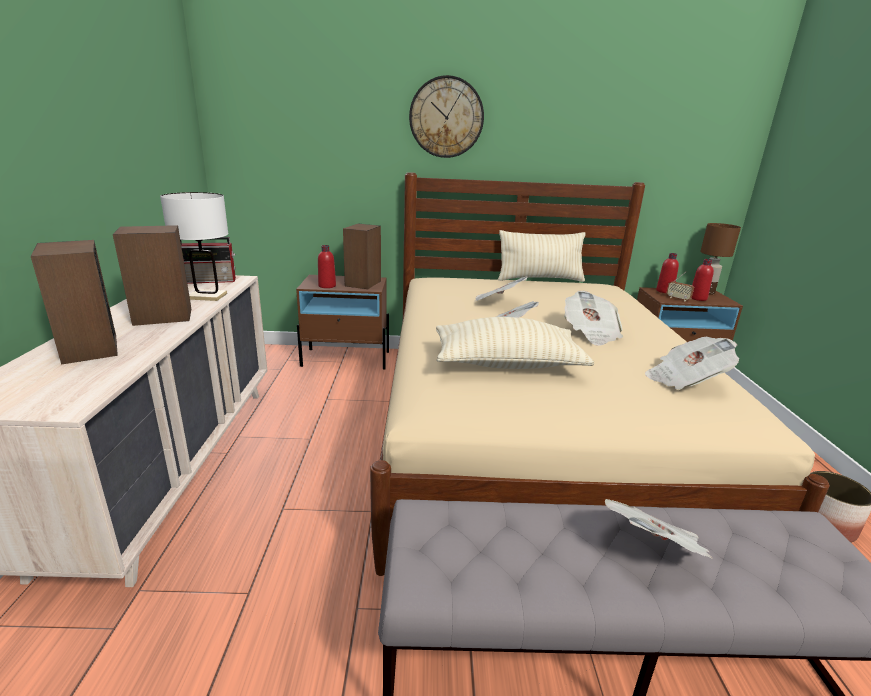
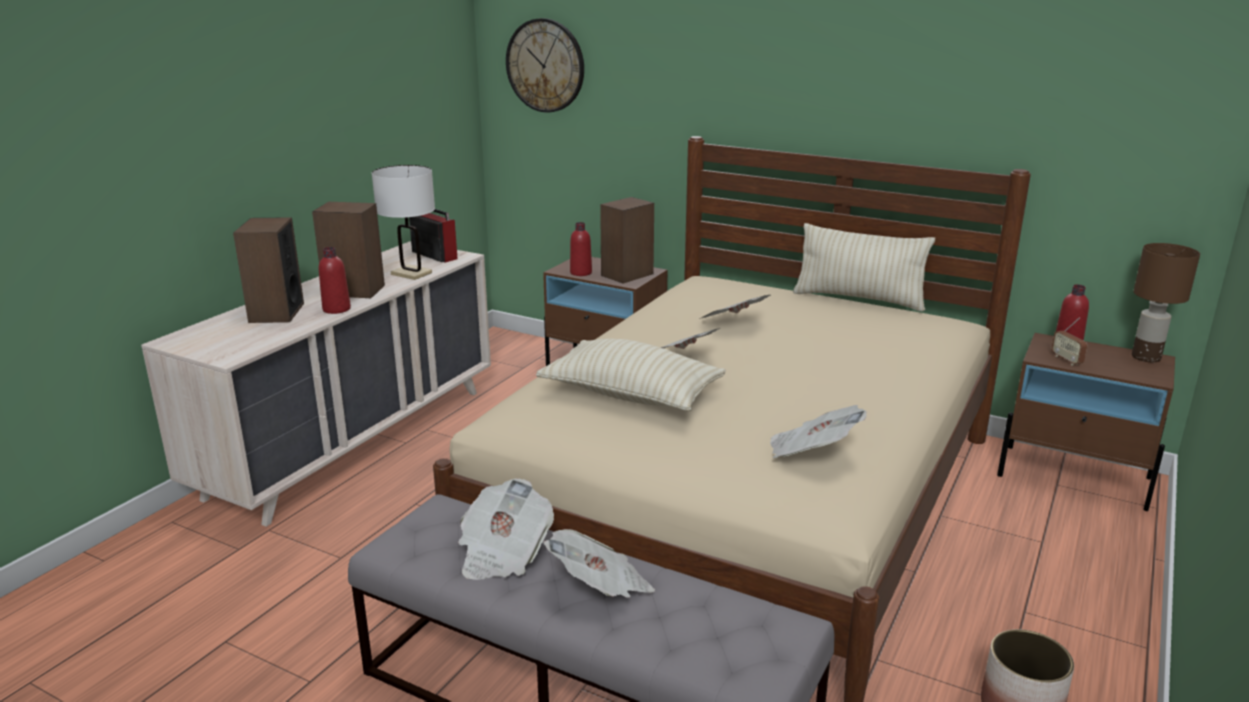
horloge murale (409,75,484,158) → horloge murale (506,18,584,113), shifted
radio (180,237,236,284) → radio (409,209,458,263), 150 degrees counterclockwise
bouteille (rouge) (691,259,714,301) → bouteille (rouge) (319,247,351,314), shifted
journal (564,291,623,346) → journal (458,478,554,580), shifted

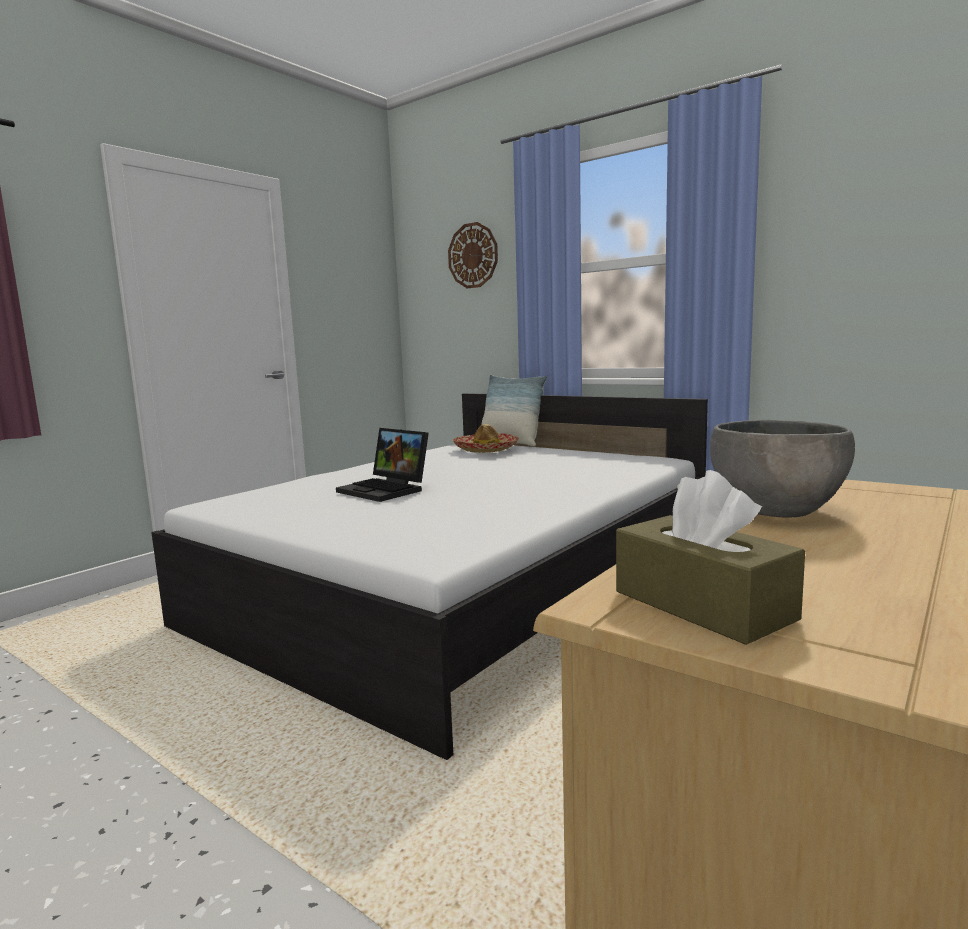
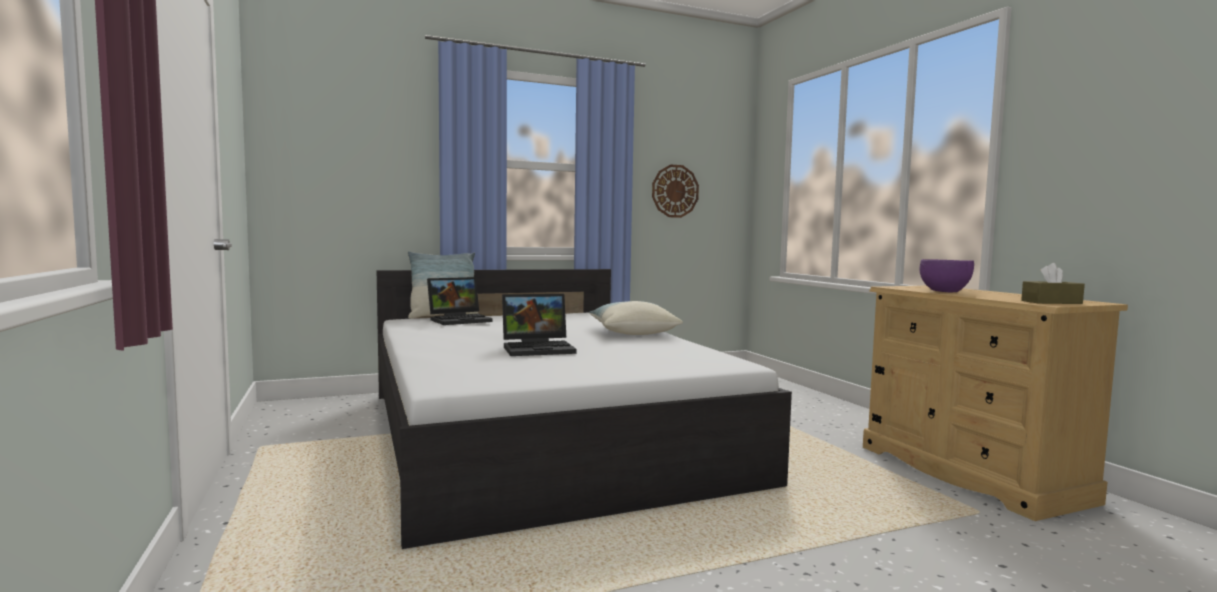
horloge murale (448,222,498,288) → horloge murale (652,164,699,218), shifted
bol (gris) (710,420,855,518) → bol (violet) (920,259,974,292)
chapeau (453,424,519,453) → ordinateur portable (427,277,493,325)
- → coussin (589,301,683,335)

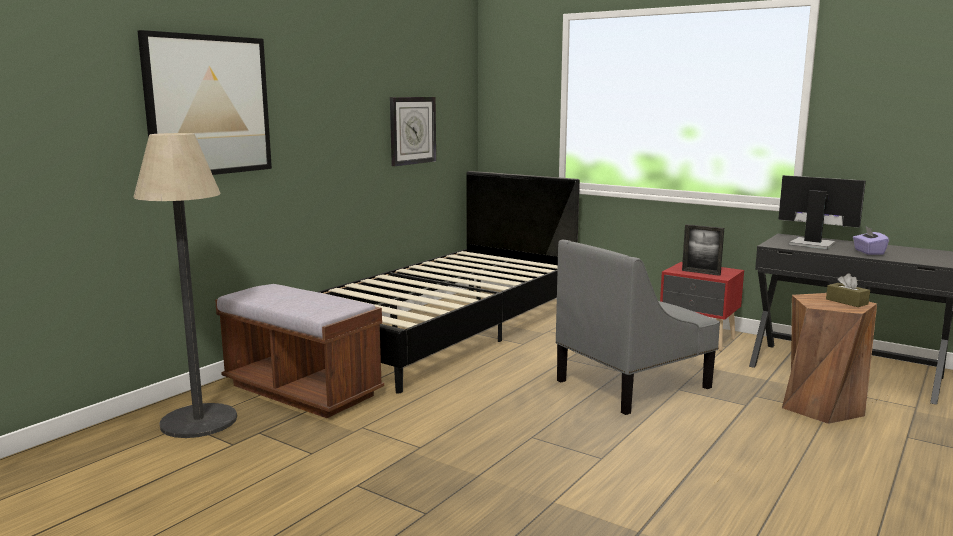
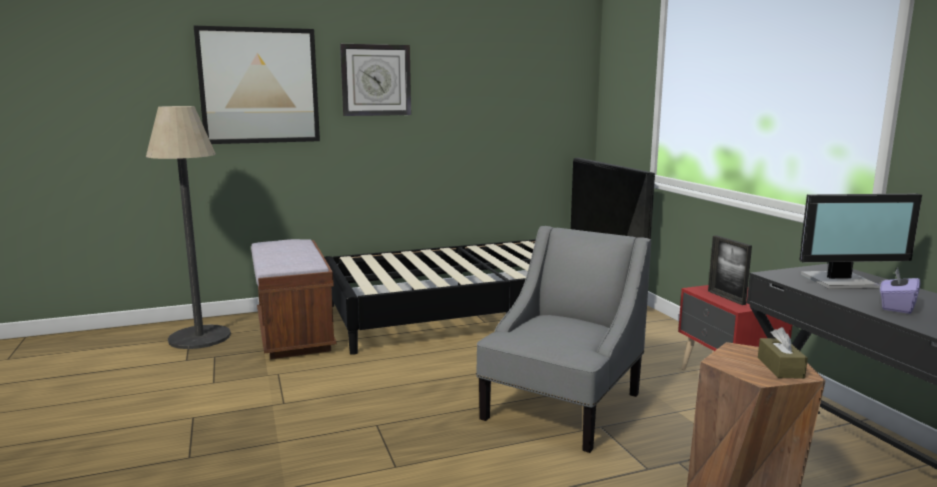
horloge murale (390,97,436,166) → horloge murale (340,44,411,116), shifted
écran d'ordinateur (778,175,866,249) → écran d'ordinateur (799,194,922,289), 105 degrees clockwise
fauteuil (gris) (556,240,720,415) → fauteuil (gris) (476,226,651,453), 120 degrees clockwise

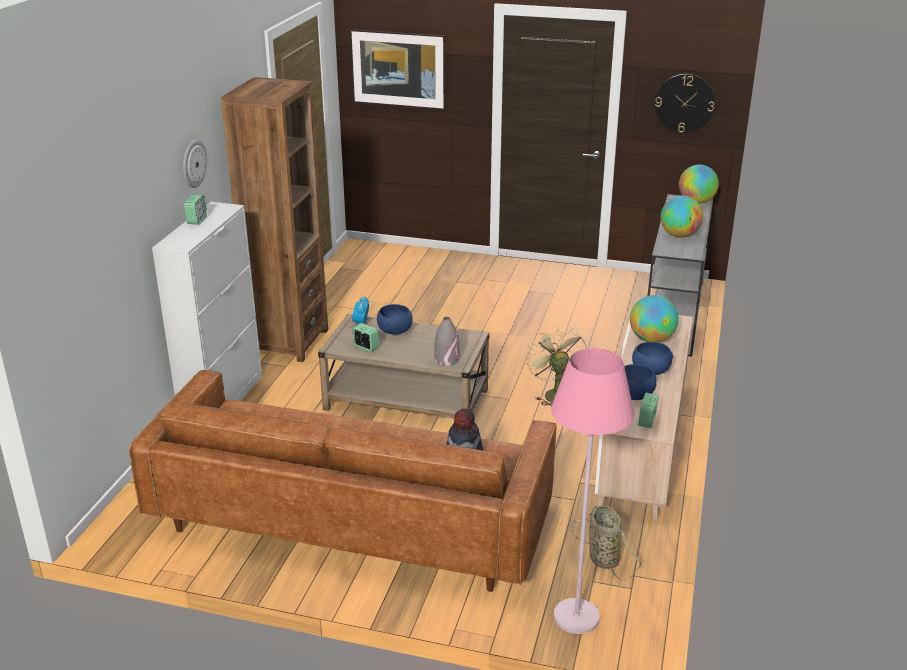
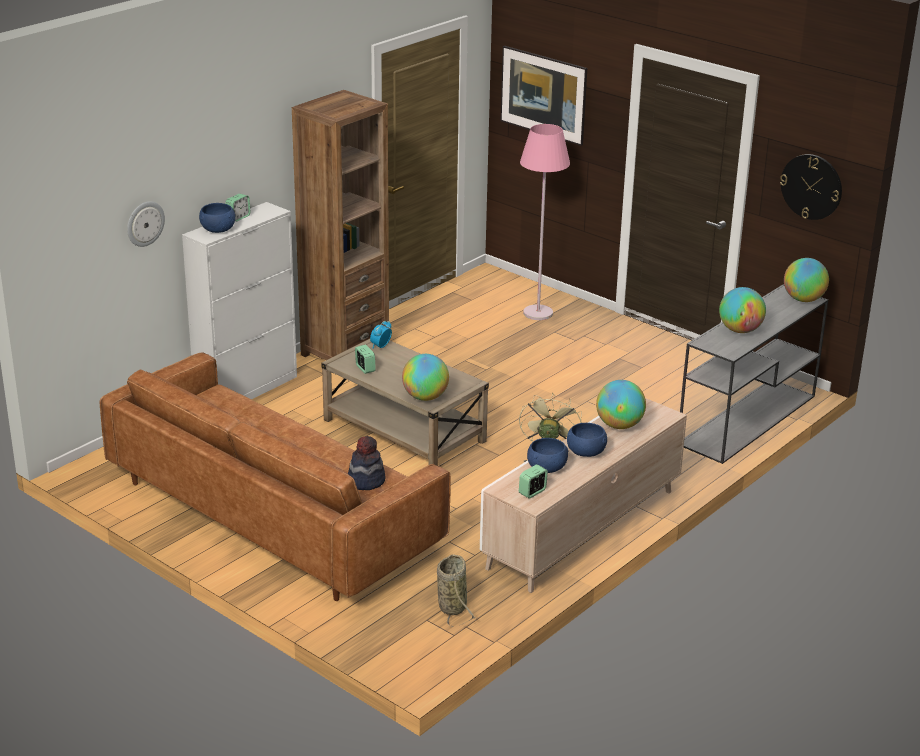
horloge murale (183,140,207,188) → horloge murale (127,201,165,247), shifted
bol (bleu) (377,304,413,335) → bol (bleu) (199,203,235,233), shifted
vase (gris) (435,317,459,366) → globe (402,354,449,401)
lampadaire (rose) (551,348,634,634) → lampadaire (rose) (520,124,570,320), shifted

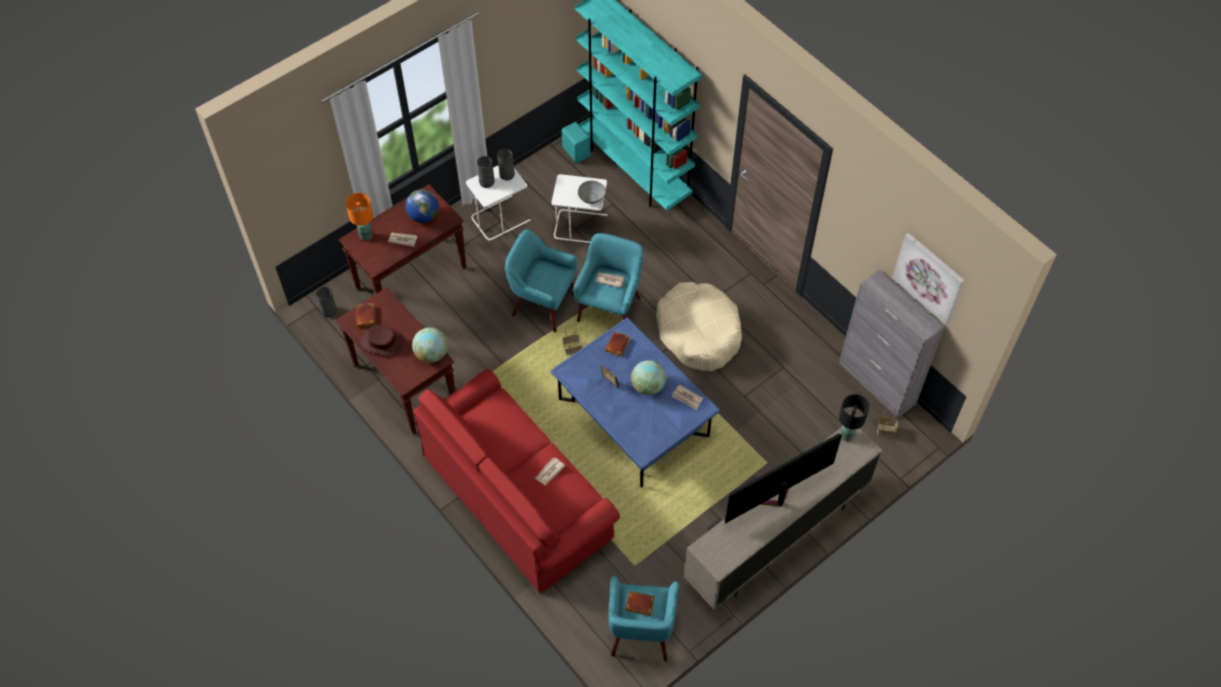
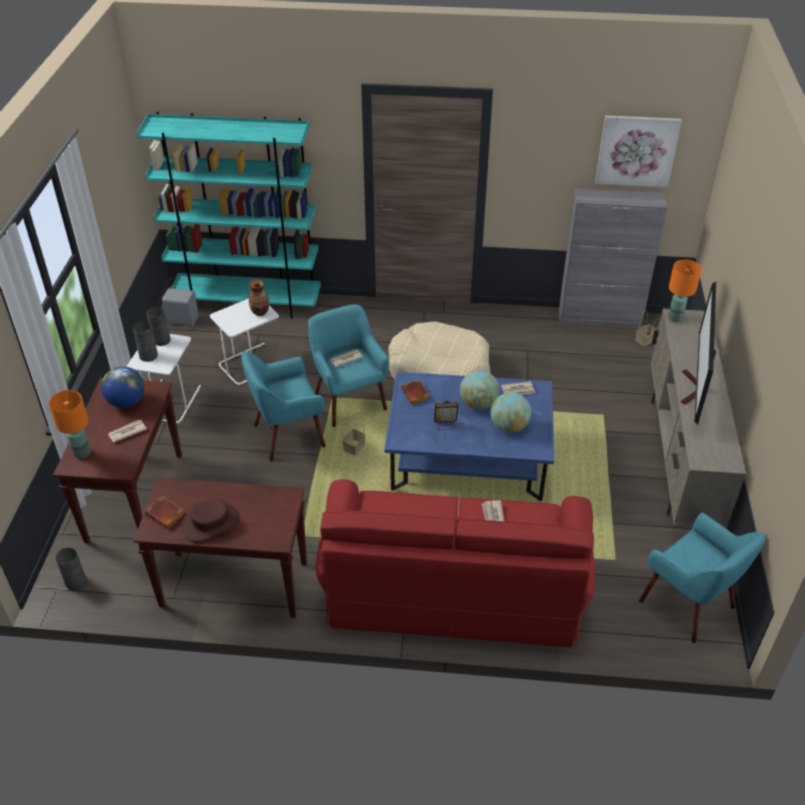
enceinte (turquoise) (562,122,591,163) → enceinte (gris) (162,288,199,327)
bol (gris) (578,180,606,204) → vase (249,279,269,316)
globe (412,327,448,363) → globe (491,392,531,433), shifted
lampe de table (noir) (839,394,869,441) → lampe de table (orange) (668,260,702,322)
livre (marron) (625,591,655,616) → -

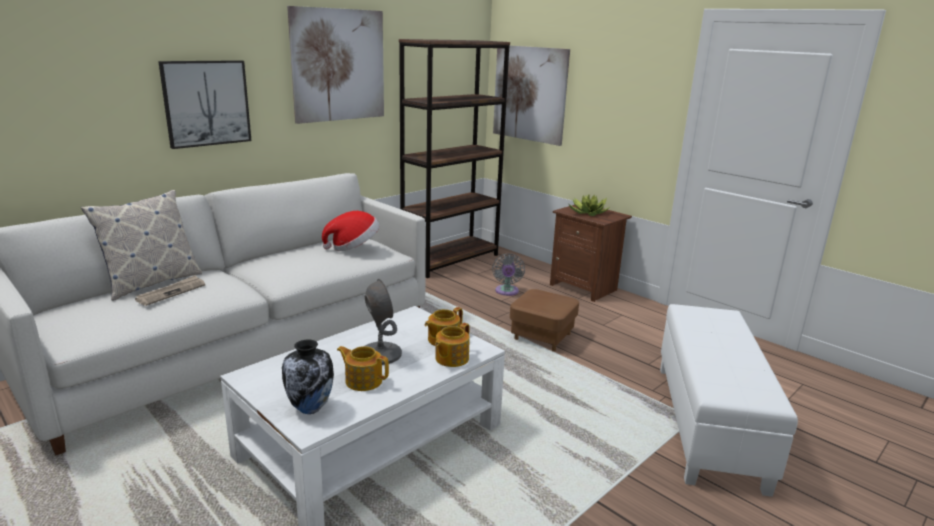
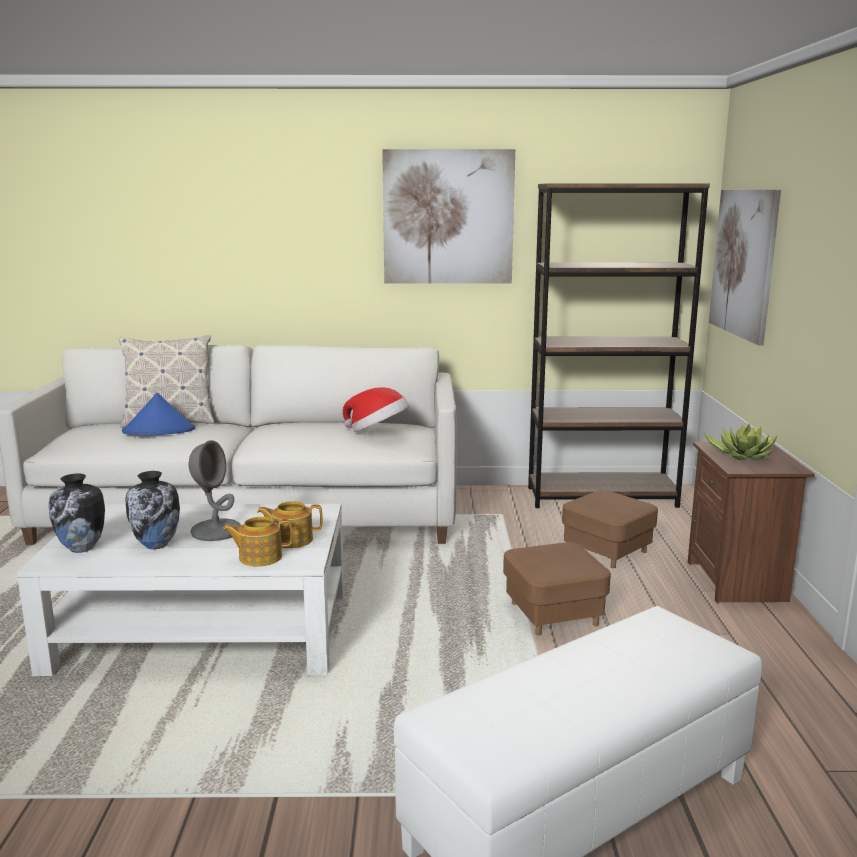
tableau (158,60,251,149) → -
ventilateur (gris) (492,253,525,296) → pouf (marron) (562,490,658,568)
journal (135,275,205,306) → chapeau (bleu) (122,393,195,435)
théière (337,346,389,391) → vase (125,471,180,549)

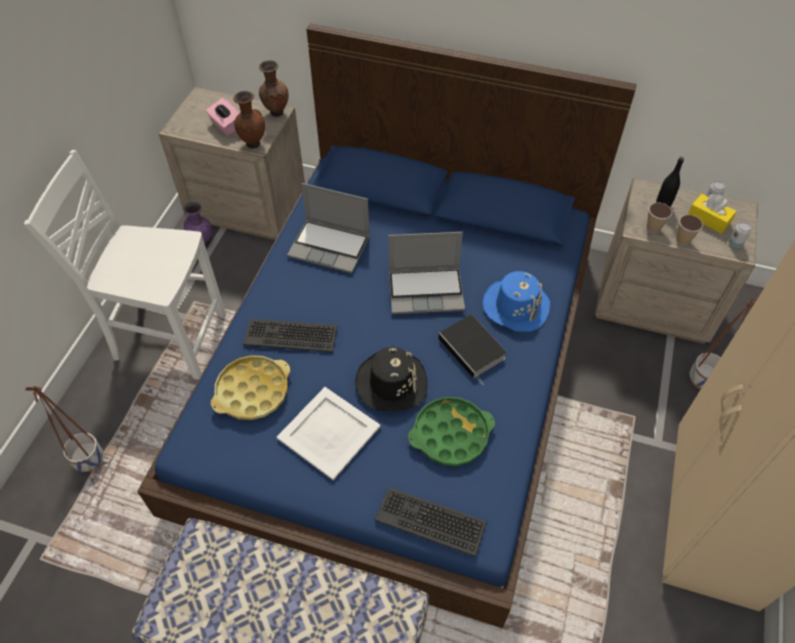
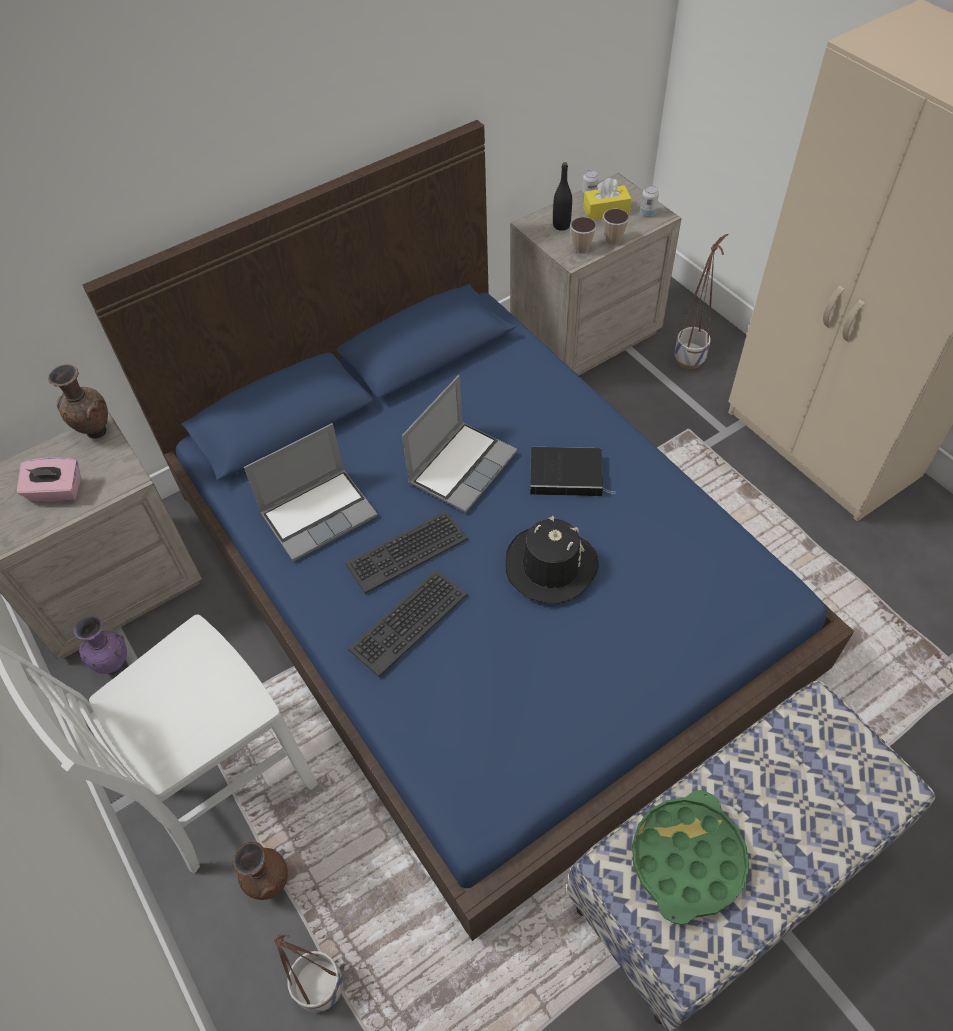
vase (marron) (233,91,265,149) → vase (marron) (232,842,288,900), shifted
chapeau (bleu) (482,271,550,332) → -
plateau (jaune) (211,355,290,420) → -
plateau (blanc) (277,387,381,480) → -
plateau (vert) (408,397,495,466) → plateau (vert) (632,790,749,925), shifted
clavier (375,487,487,557) → clavier (345,511,468,594), shifted

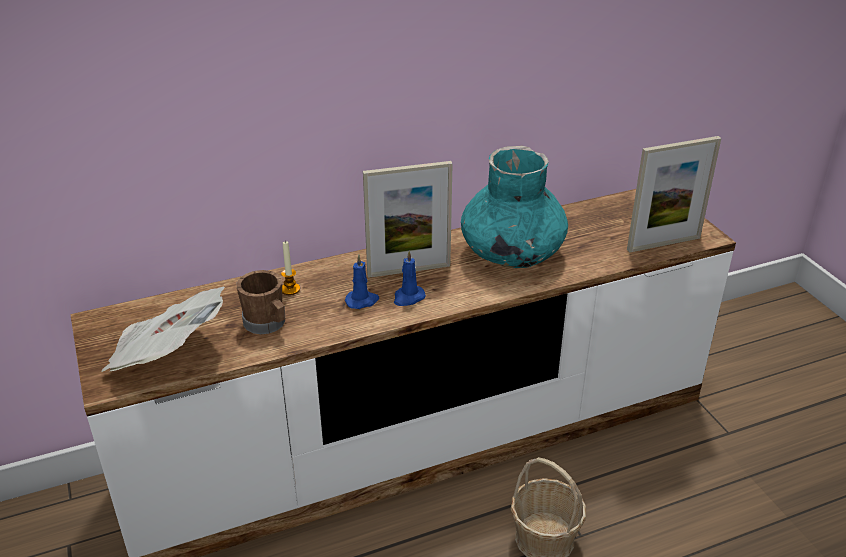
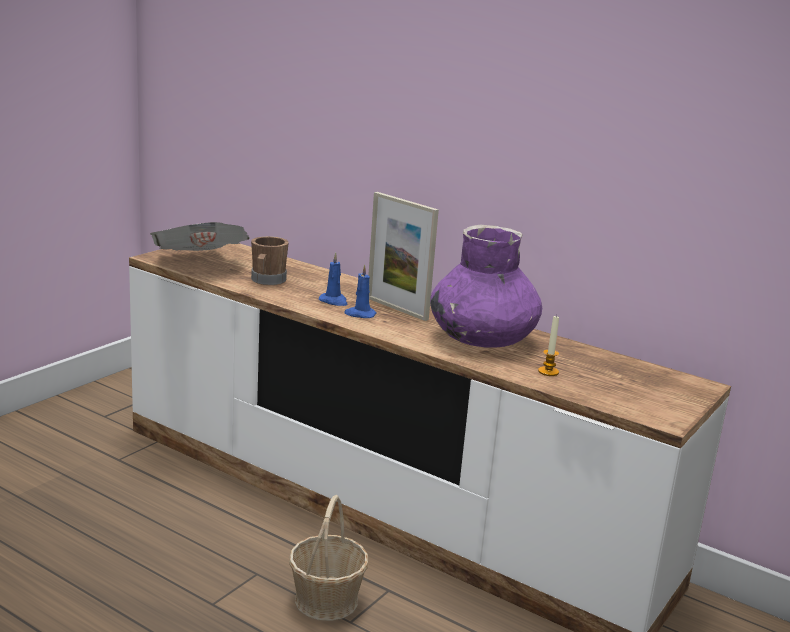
cadre photo (627,136,721,253) → -
vase (turquoise) (461,145,568,268) → vase (violet) (430,225,542,347)
bougie (281,241,300,295) → bougie (538,315,559,376), shifted

